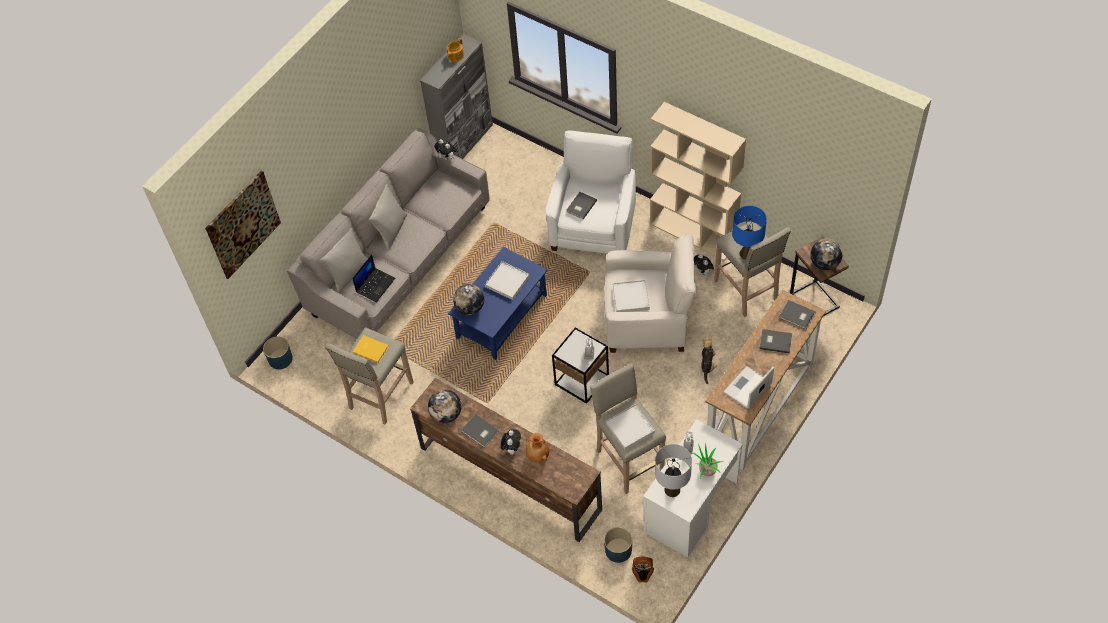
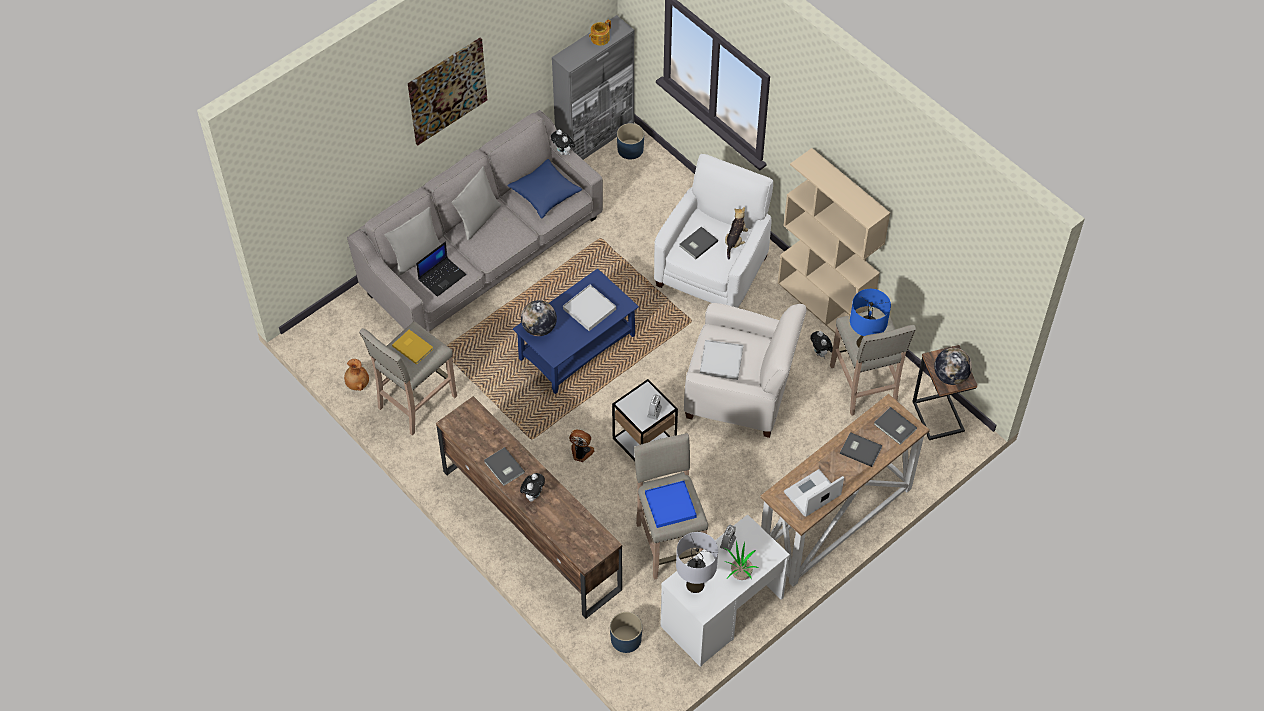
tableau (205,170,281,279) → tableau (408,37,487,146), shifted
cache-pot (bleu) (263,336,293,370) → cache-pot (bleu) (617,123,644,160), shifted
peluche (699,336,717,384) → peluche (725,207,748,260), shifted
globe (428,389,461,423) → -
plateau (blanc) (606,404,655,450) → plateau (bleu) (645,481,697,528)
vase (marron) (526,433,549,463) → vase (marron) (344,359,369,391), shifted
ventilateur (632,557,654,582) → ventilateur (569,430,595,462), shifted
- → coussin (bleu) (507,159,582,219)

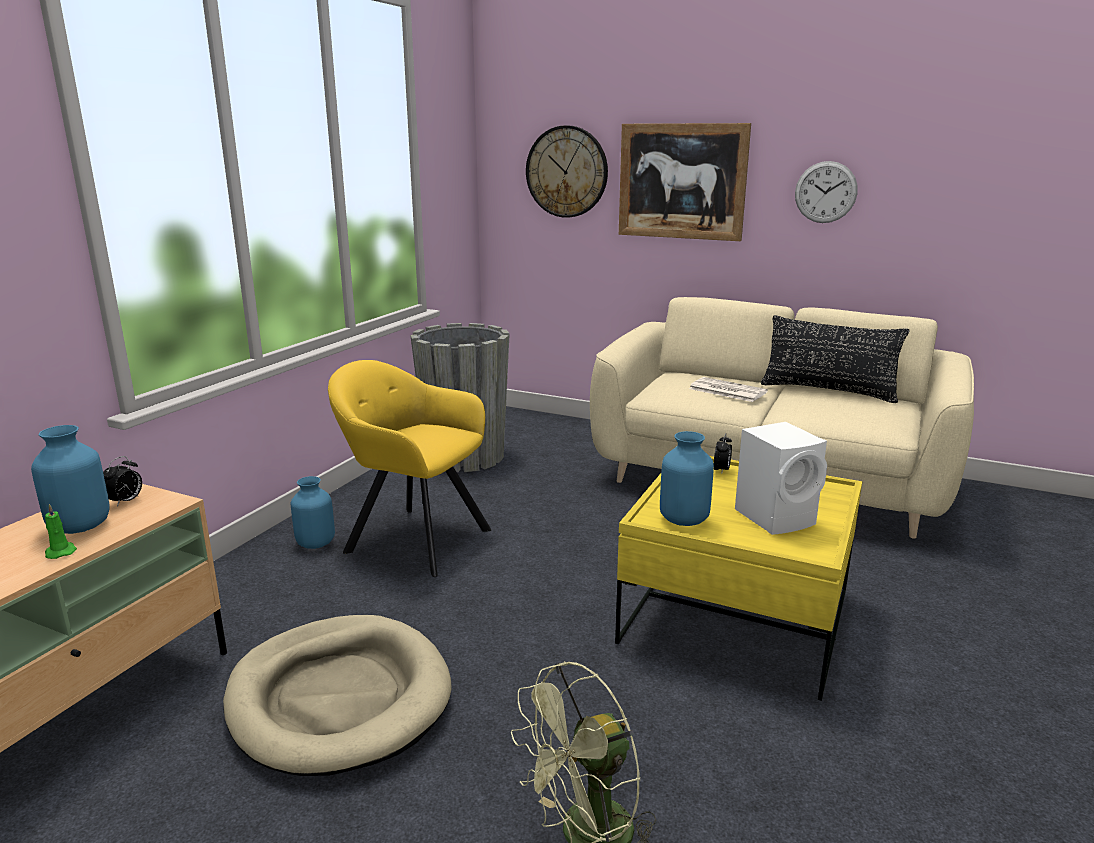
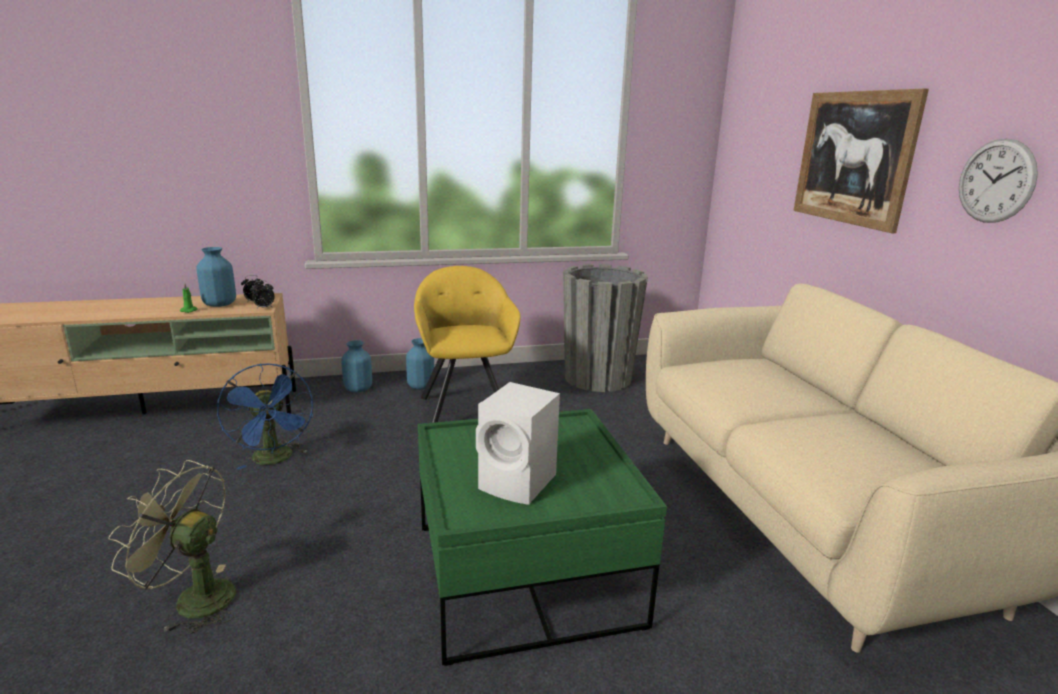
horloge murale (526,125,608,218) → -
coussin (noir) (761,315,910,403) → -
journal (689,377,768,402) → -
vase (bleu) (660,431,714,526) → vase (bleu) (341,340,372,393), shifted
réveil (714,433,732,475) → réveil (250,280,275,308), shifted
table basse (jaune) (615,456,862,701) → table basse (vert) (418,409,667,666)
panier pour chien (beige) (223,615,452,776) → ventilateur (bleu) (217,363,313,470)

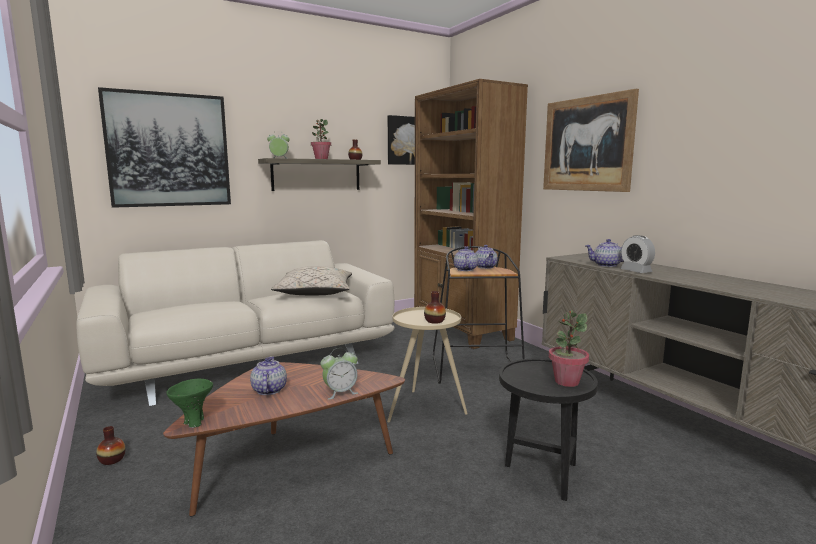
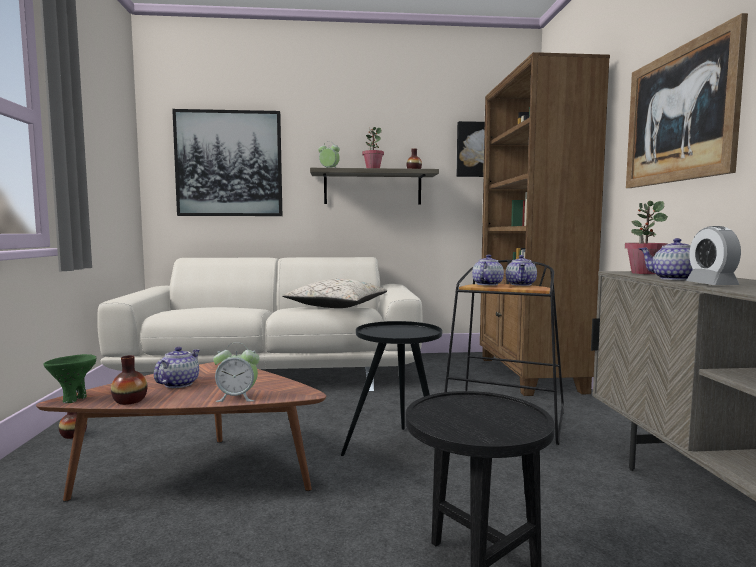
vase (424,291,446,324) → vase (111,355,147,405), shifted
table d'appoint (beige) (387,307,468,423) → table d'appoint (noir) (341,321,442,456)
plante en pot (549,310,589,387) → plante en pot (625,201,668,274), shifted

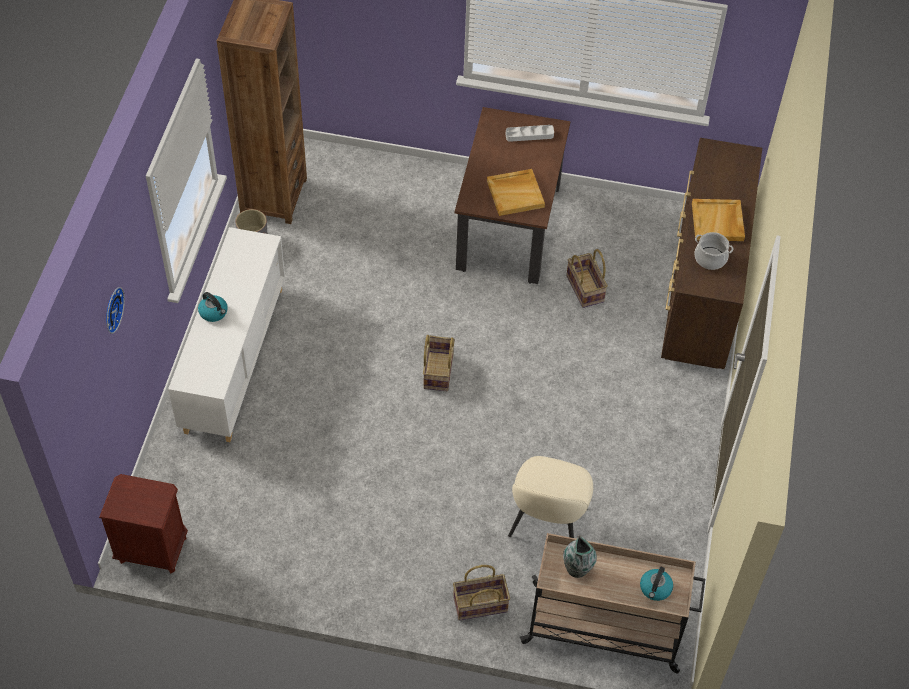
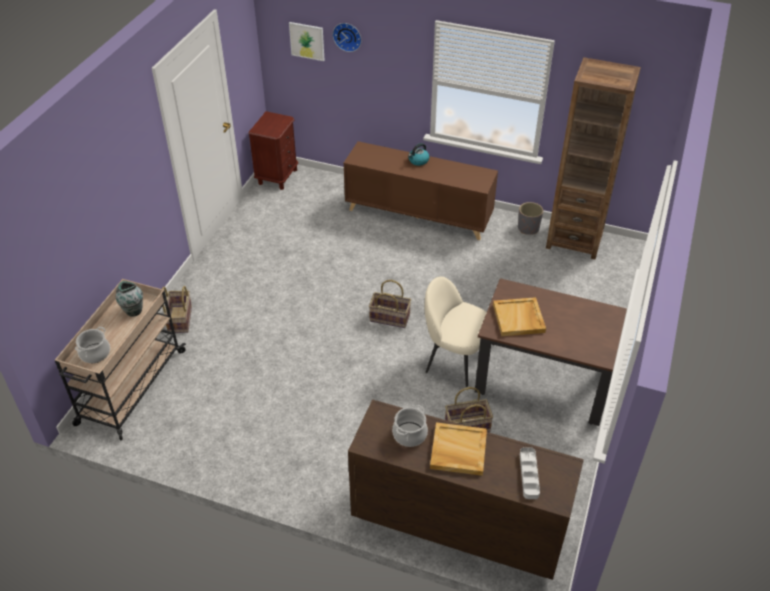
plateau (gris) (506,125,554,142) → plateau (gris) (520,447,540,499), shifted
meuble de rangement (blanc) (168,227,285,442) → meuble de rangement (marron) (344,141,498,240)
chaise (beige) (508,456,593,538) → chaise (beige) (425,276,487,387), shifted
bouilloire (640,567,673,601) → marmite (75,327,110,363)
- → tableau (289,22,324,61)

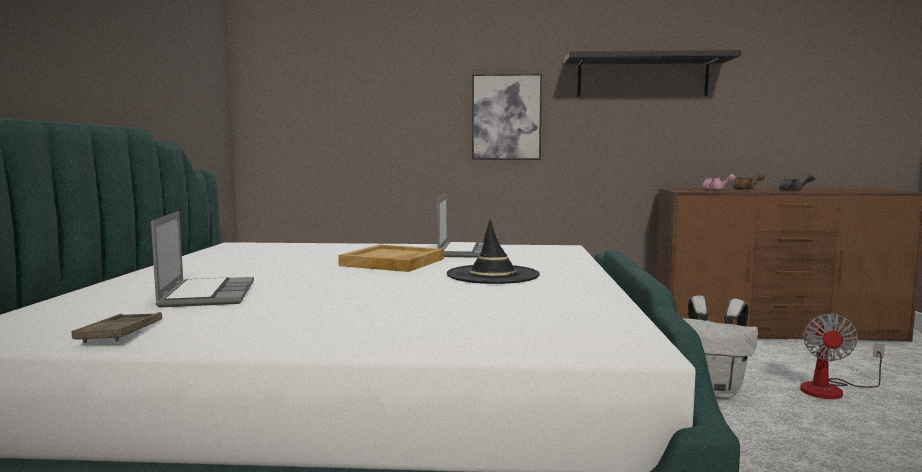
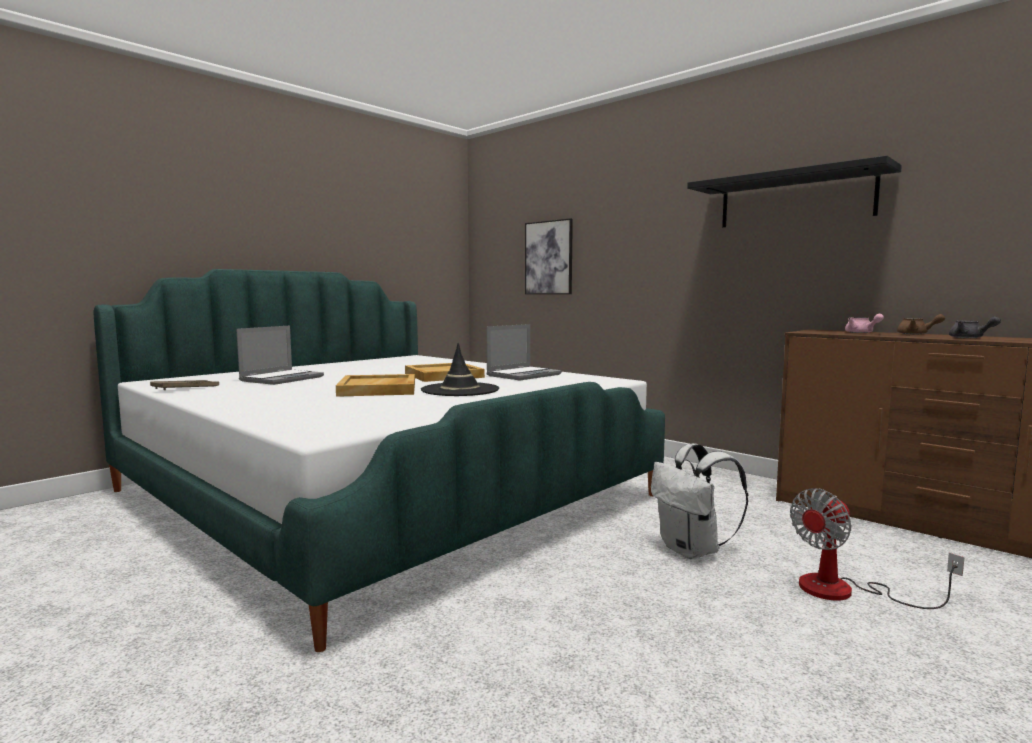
tableau (472,74,542,160) → tableau (525,218,573,294), shifted
- → plateau (beige) (336,374,415,397)

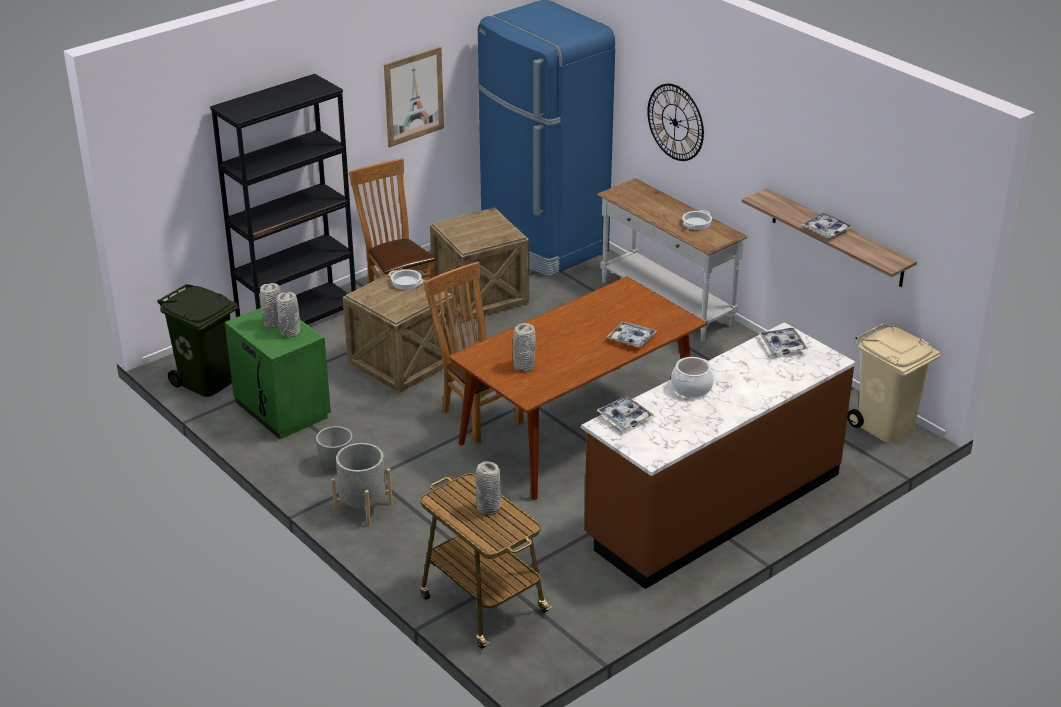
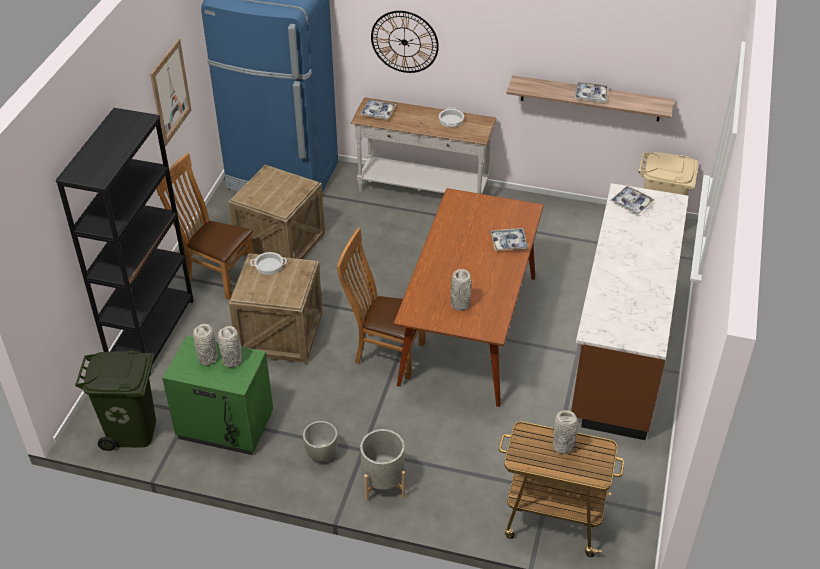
marmite (671,357,714,398) → -
plateau (596,396,654,430) → plateau (360,99,396,119), shifted

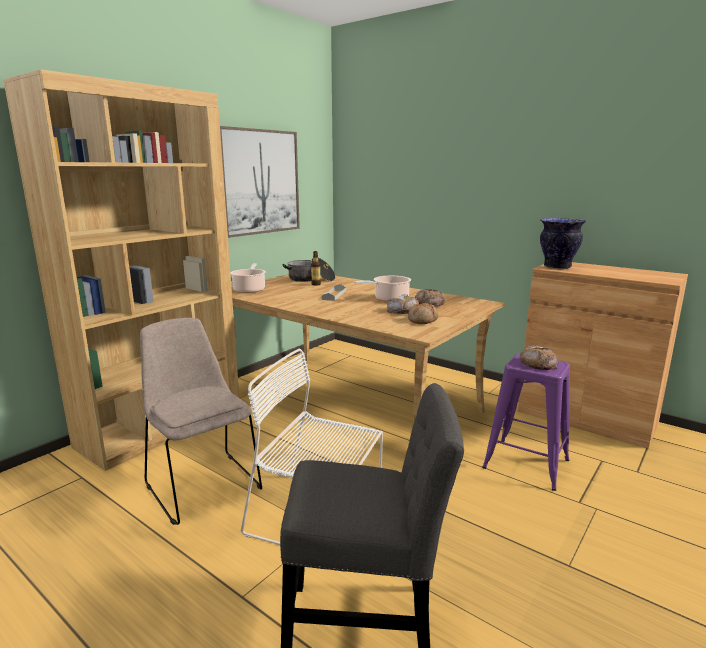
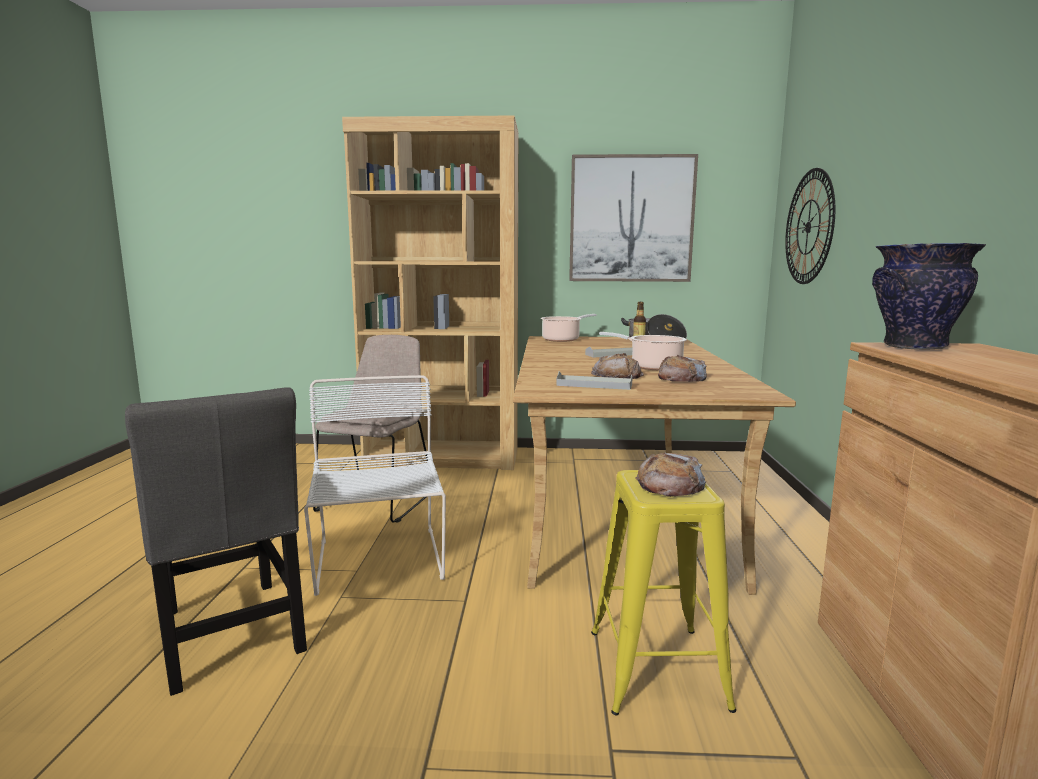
pain (408,303,438,324) → plateau (gris) (556,371,632,390)
tabouret (violet) (482,354,570,491) → tabouret (jaune) (591,470,736,715)
- → horloge murale (785,168,835,284)

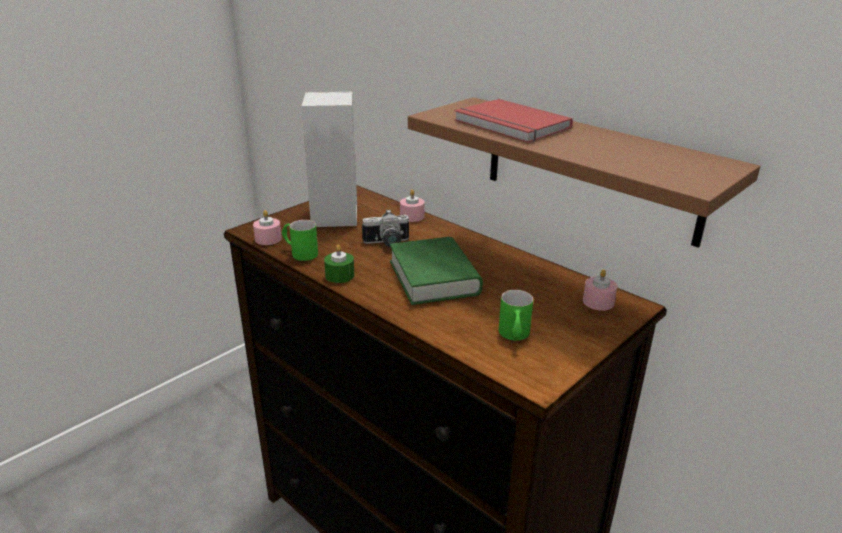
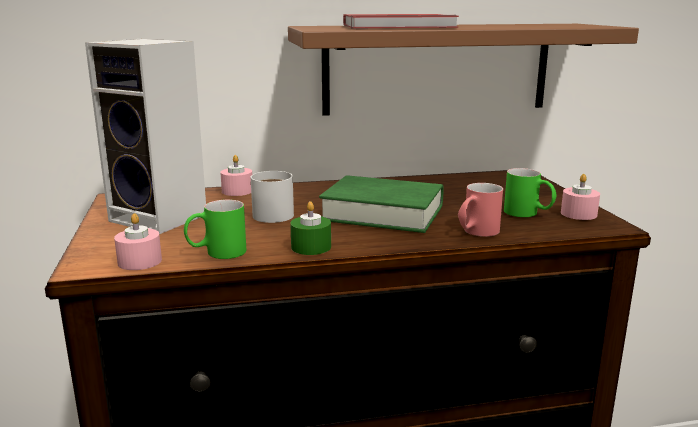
appareil photo (362,209,409,248) → mug (blanc) (251,171,294,223)
bougie (rose) (583,269,618,311) → bougie (rose) (561,174,600,220), shifted
- → mug (rouge) (458,183,503,237)

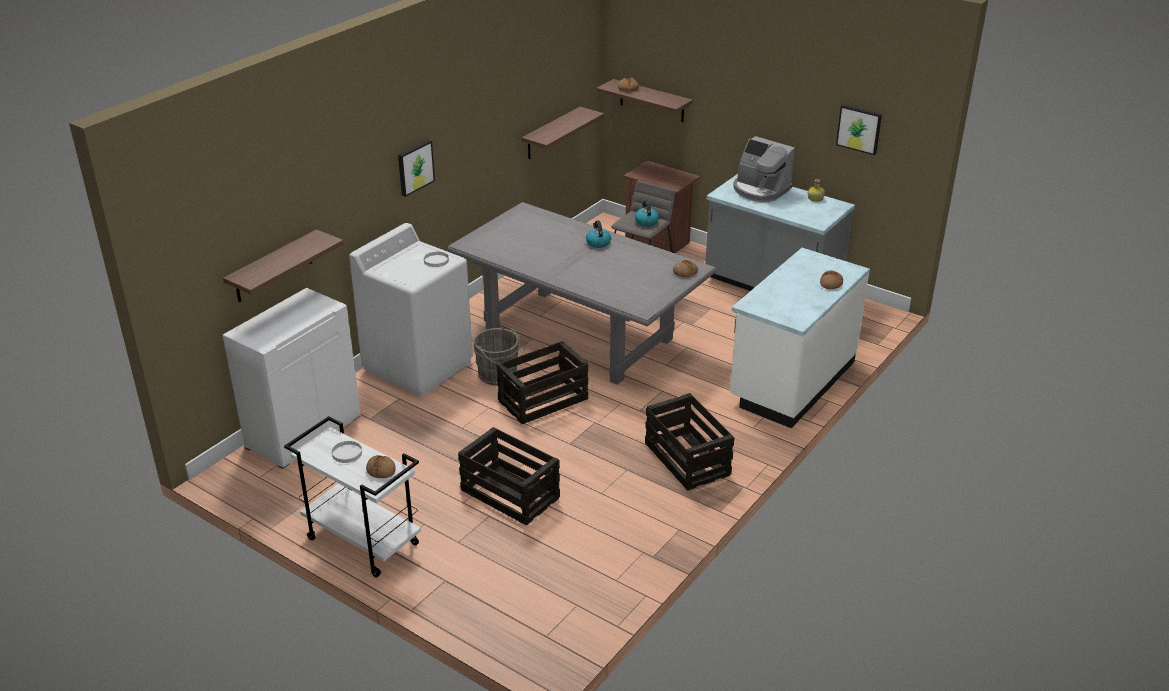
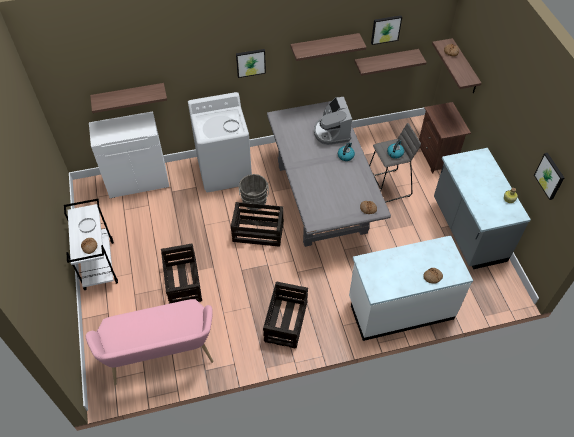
machine à café (733,136,795,202) → machine à café (314,97,352,145), shifted
- → tableau (371,15,402,45)
- → étagère (291,33,366,61)
- → banc (rose) (86,299,213,385)

